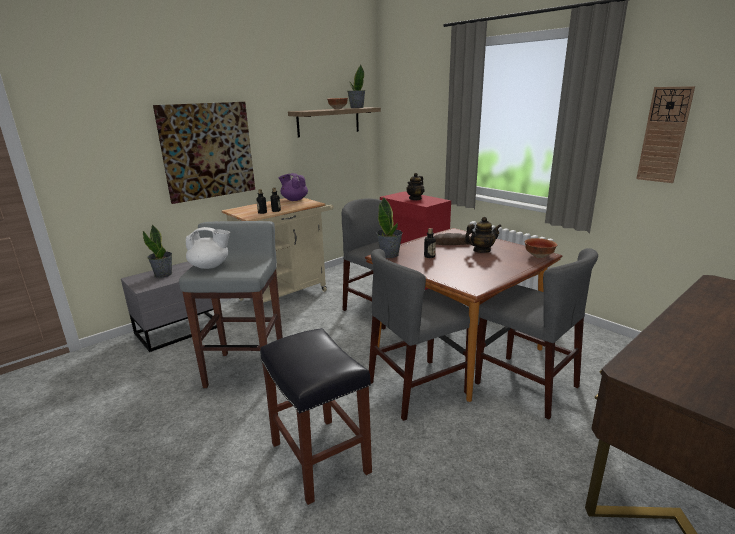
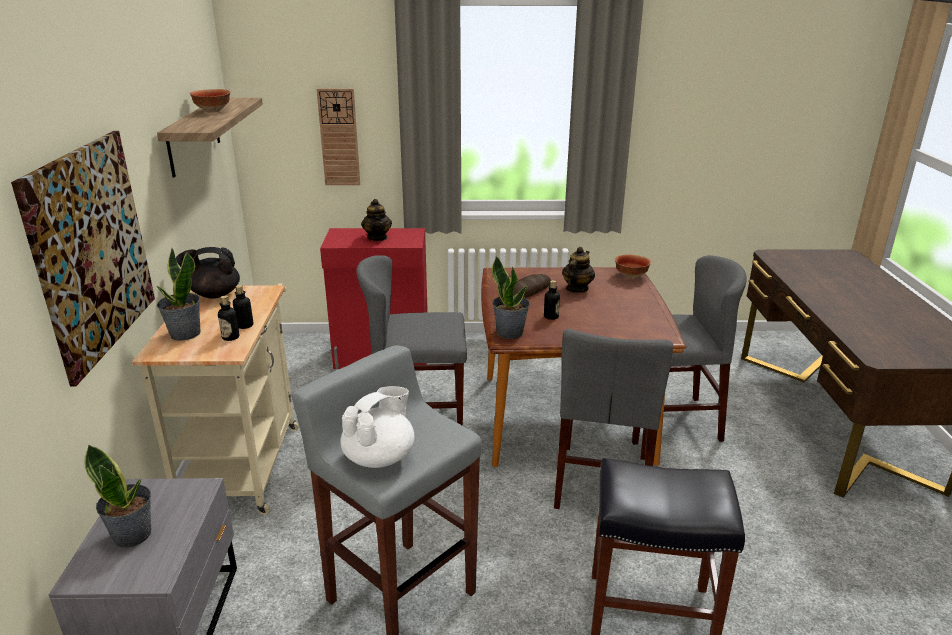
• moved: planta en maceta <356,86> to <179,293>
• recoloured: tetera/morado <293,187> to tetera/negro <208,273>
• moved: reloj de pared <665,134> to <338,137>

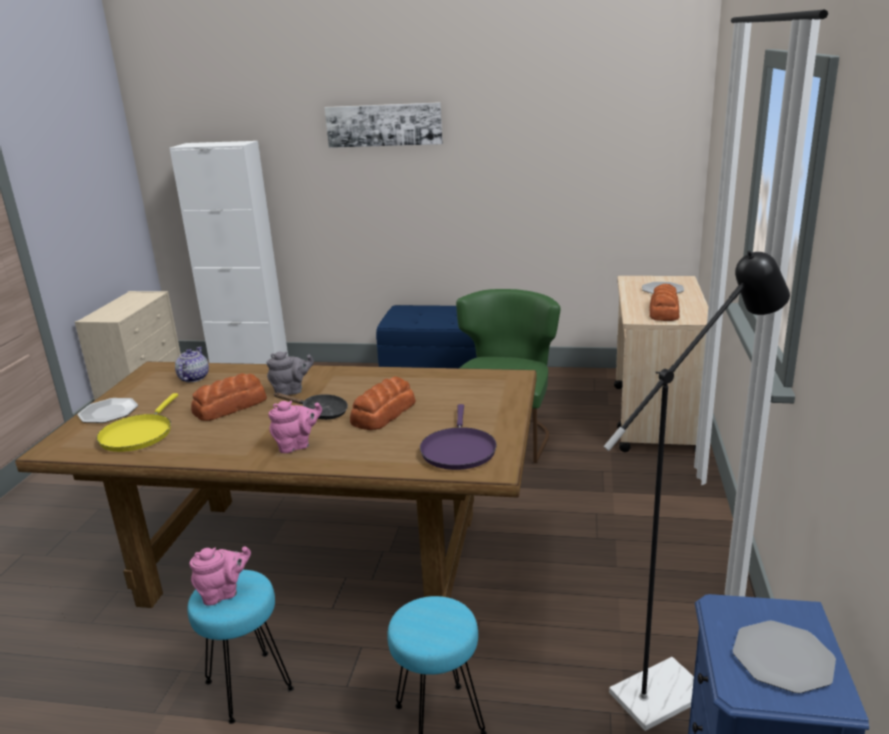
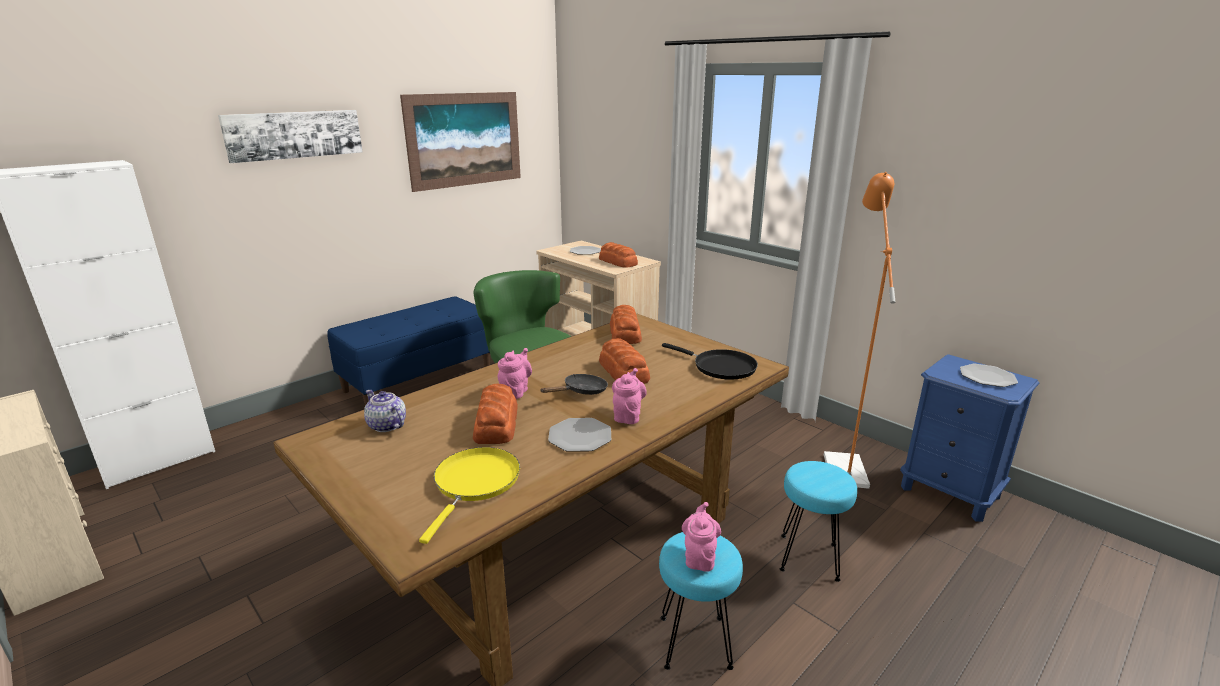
• added: cuadro <460,142>
• turned: sartén/amarillo <137,422> = <469,495> 120 degrees counterclockwise
• recoloured: tetera/gris <290,373> to tetera/rosa <515,373>
• moved: plato <107,410> to <579,435>
• added: pan <626,324>
• recoloured: sartén/morado <458,437> to sartén/negro <710,361>
• recoloured: lámpara de pie/negro <696,491> to lámpara de pie/naranja <859,330>

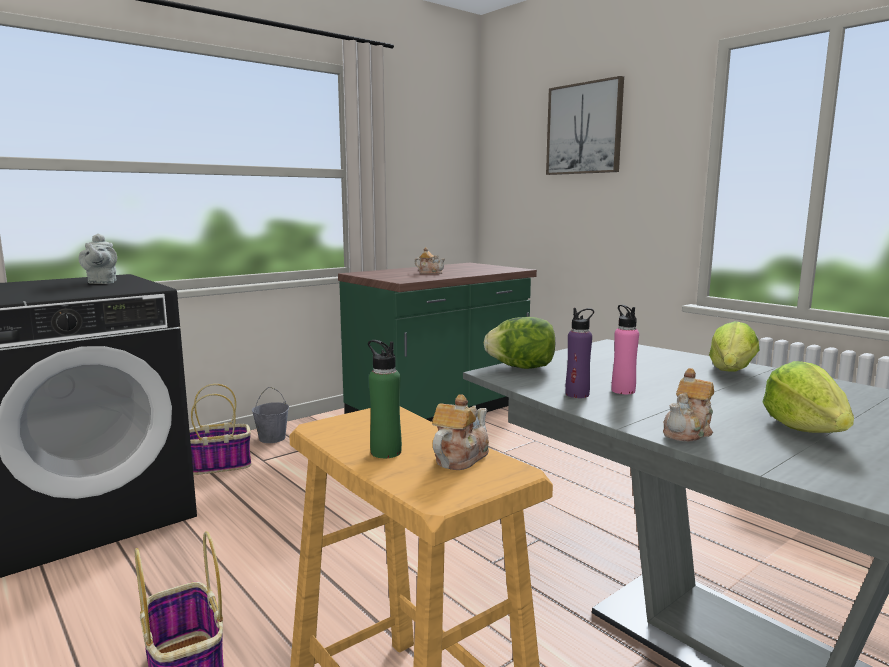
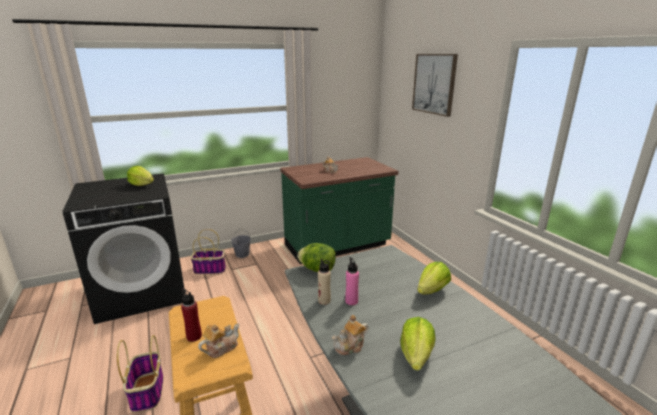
• replaced: tetera/gris <98,259> to lechuga <140,176>
• recoloured: botella/verde <385,399> to botella/rojo <191,315>
• recoloured: botella/morado <579,353> to botella/beis <324,281>

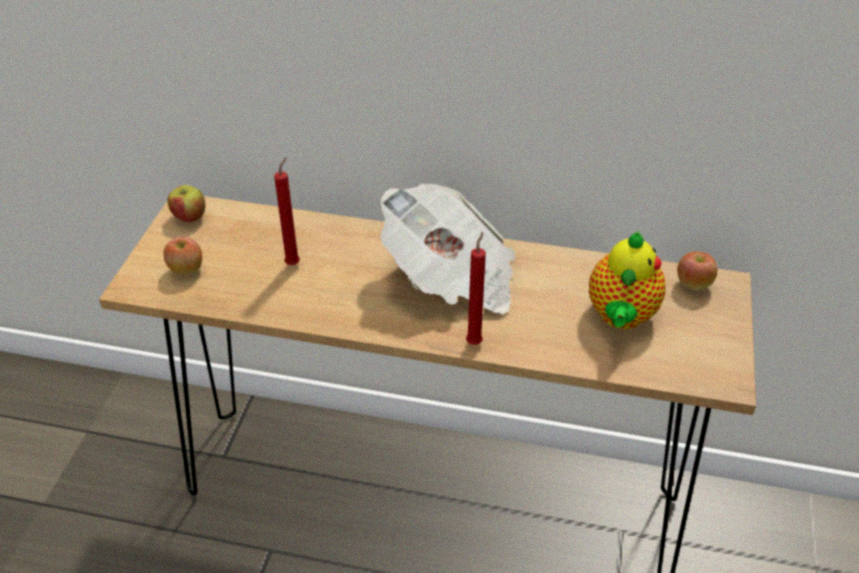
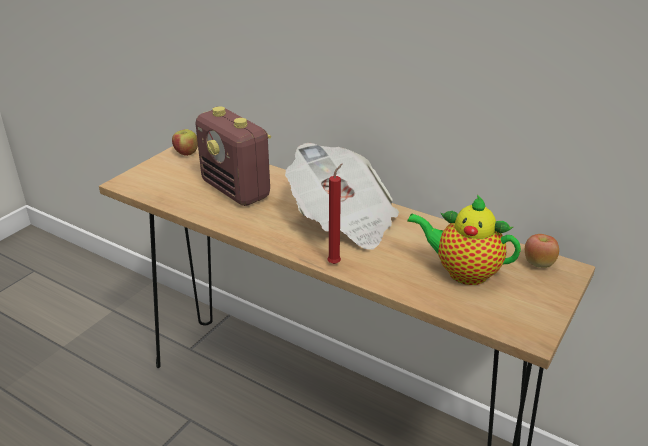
• replaced: vela/rojo <287,211> to radio <233,156>
• turned: tetera <627,279> = <464,240> 75 degrees clockwise
• removed: manzana <182,256>

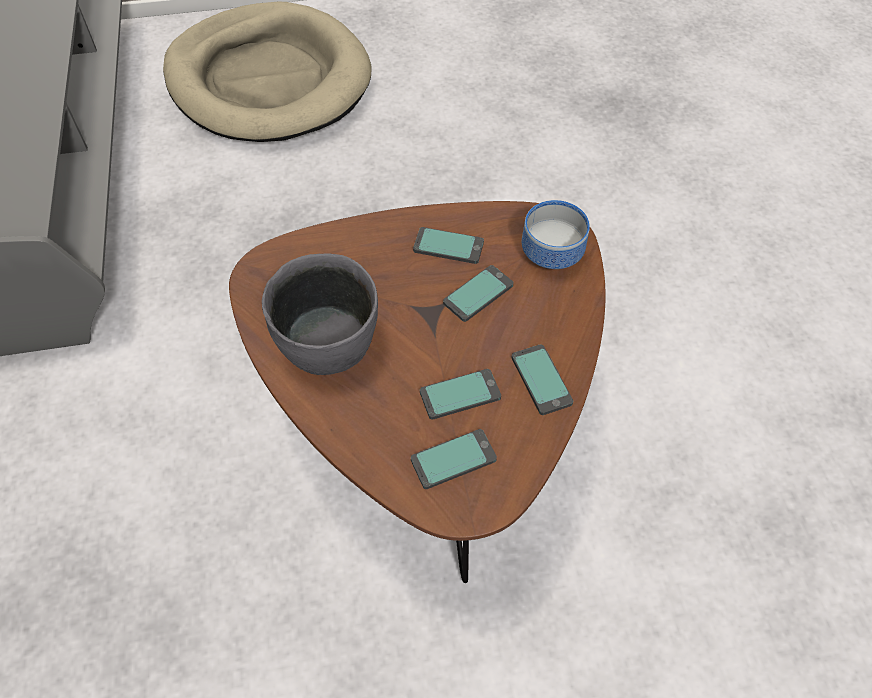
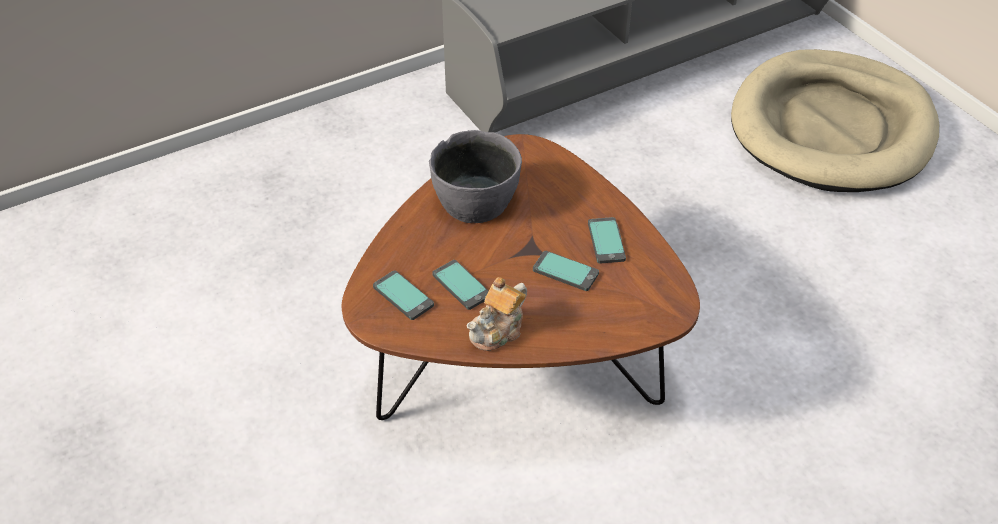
• replaced: móvil <542,379> to tetera <496,314>
• removed: cuenco <556,234>

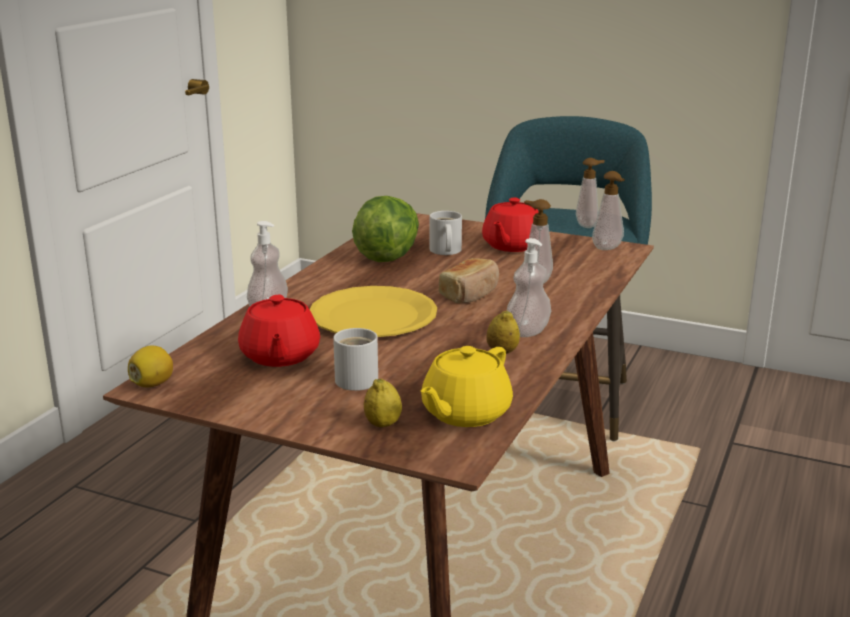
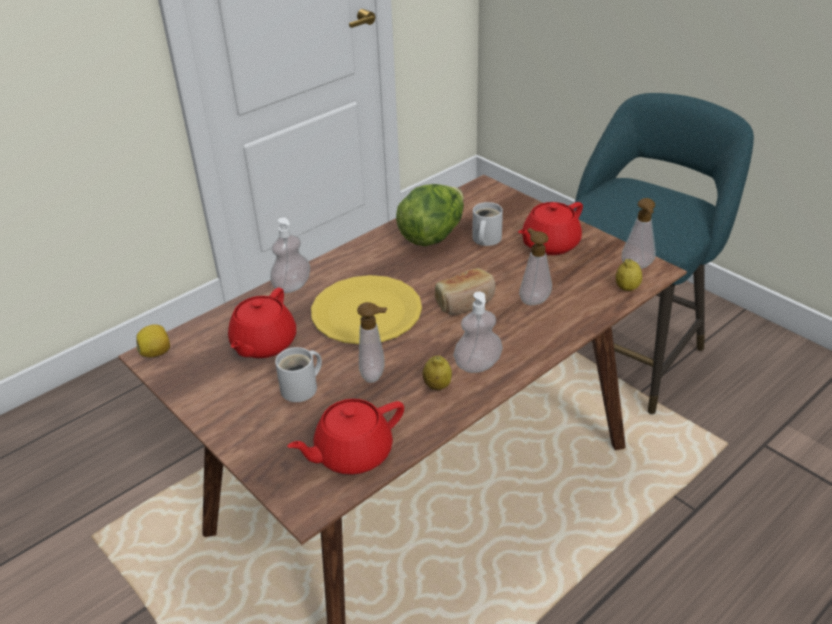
• recoloured: tetera/amarillo <466,386> to tetera/rojo <345,437>
• moved: dispensador de jabón <590,193> to <372,342>
• moved: limón <383,402> to <629,275>

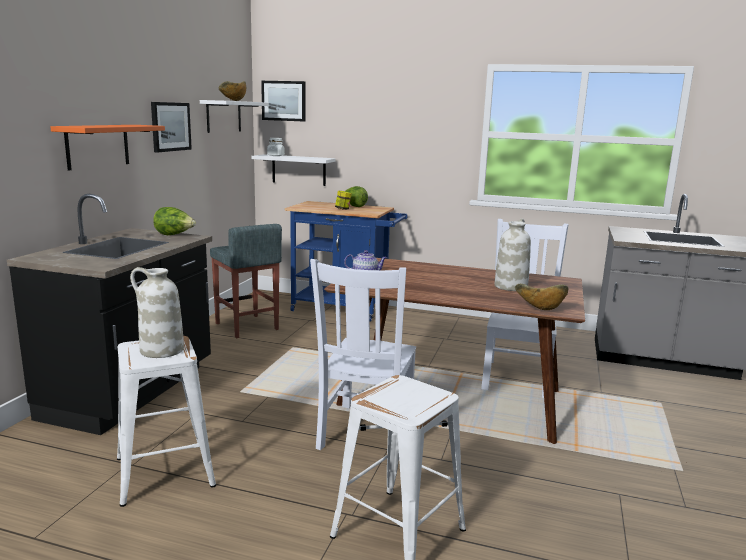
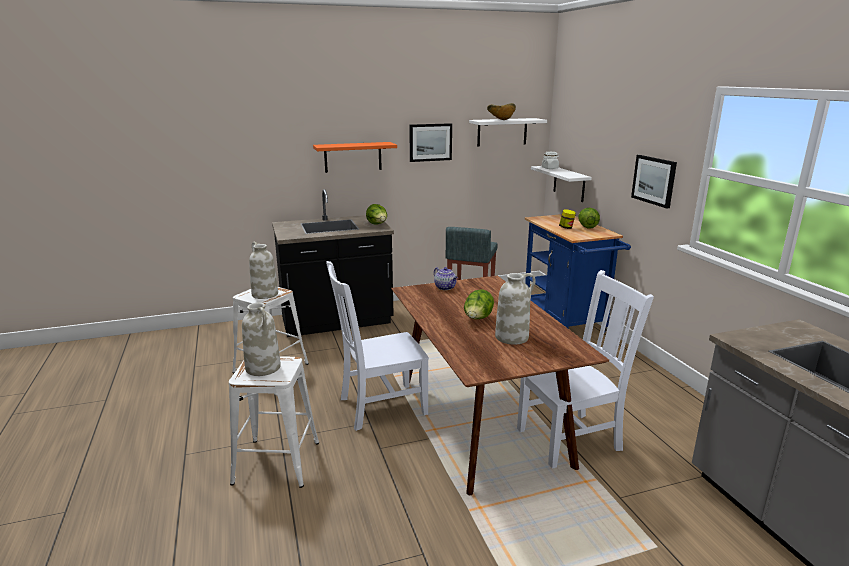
• added: florero/blanco <261,339>
• added: lechuga <479,304>
• moved: cuadro <283,101> to <654,181>
• removed: cuenco <541,297>

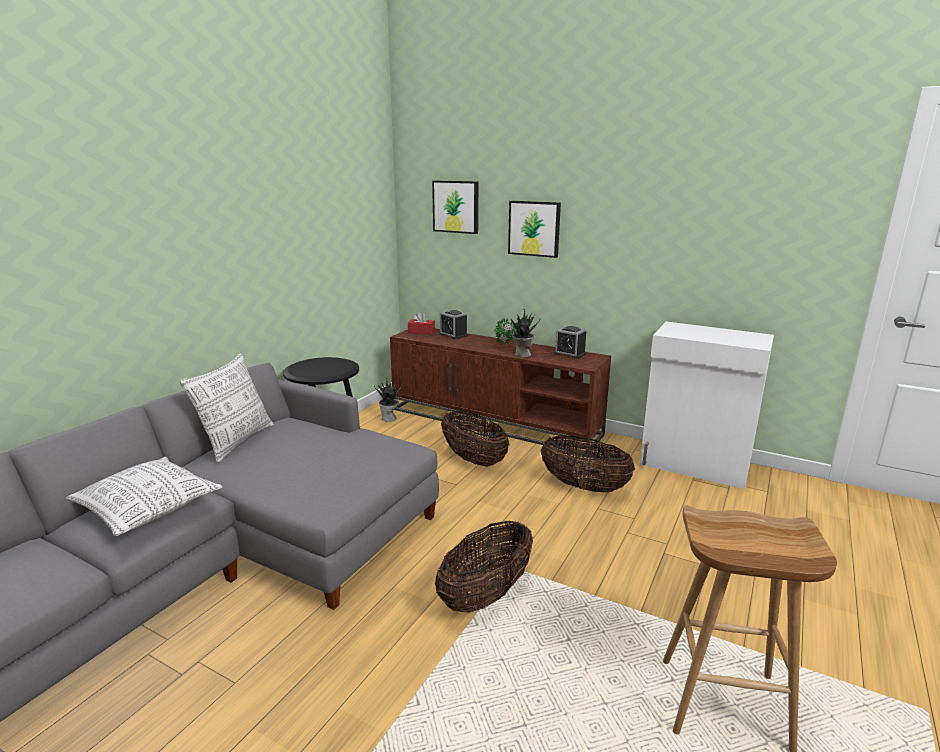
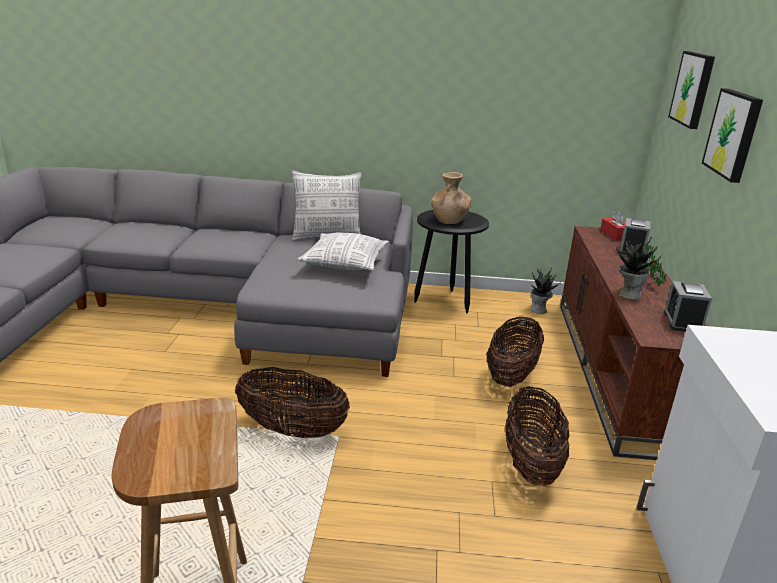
• moved: cojín <144,496> to <343,251>
• added: florero/marrón <451,198>

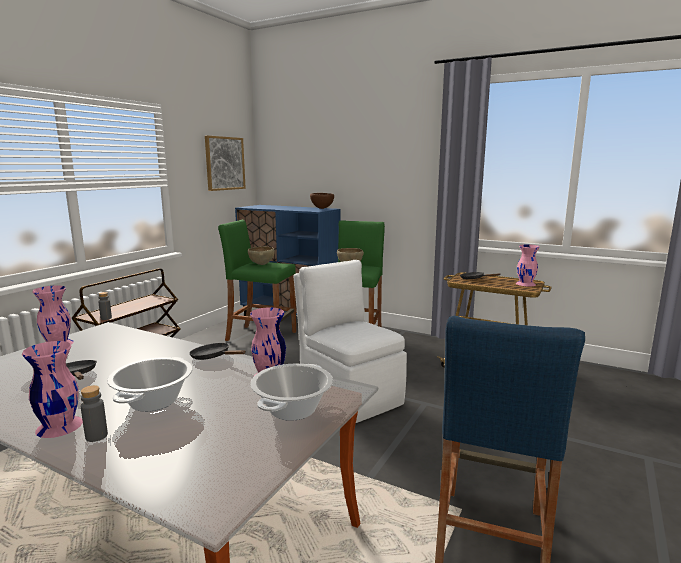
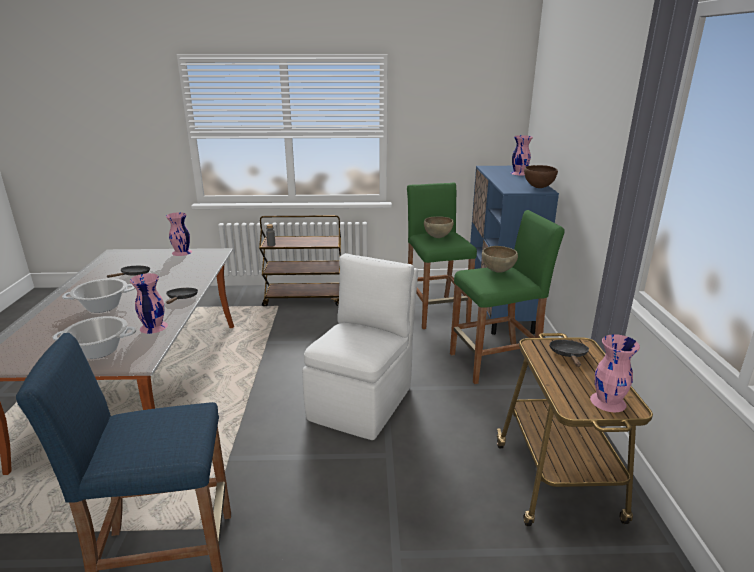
• moved: florero/rosa <52,389> to <522,155>
• removed: botella/gris <94,413>
• removed: cuadro <225,163>

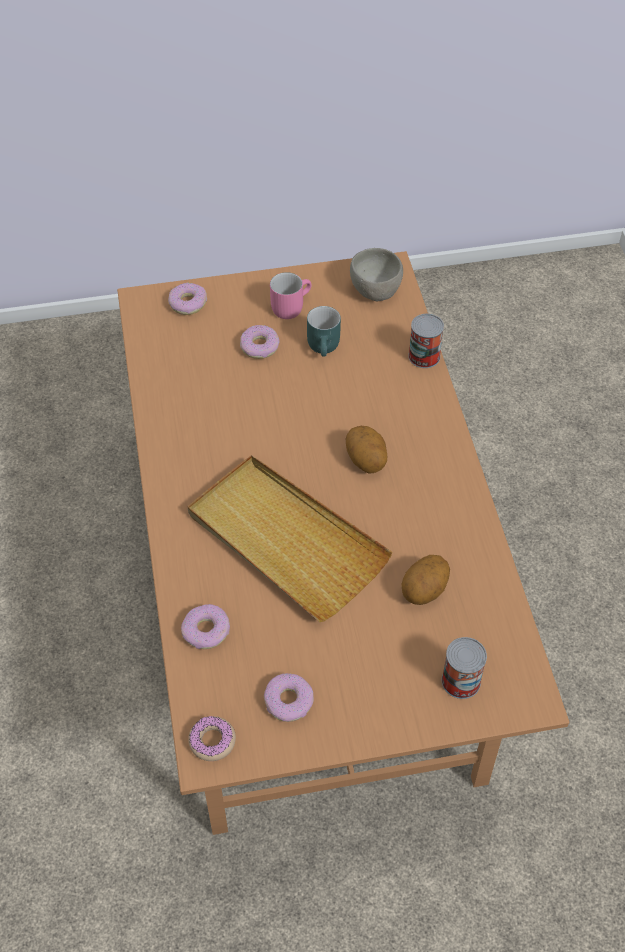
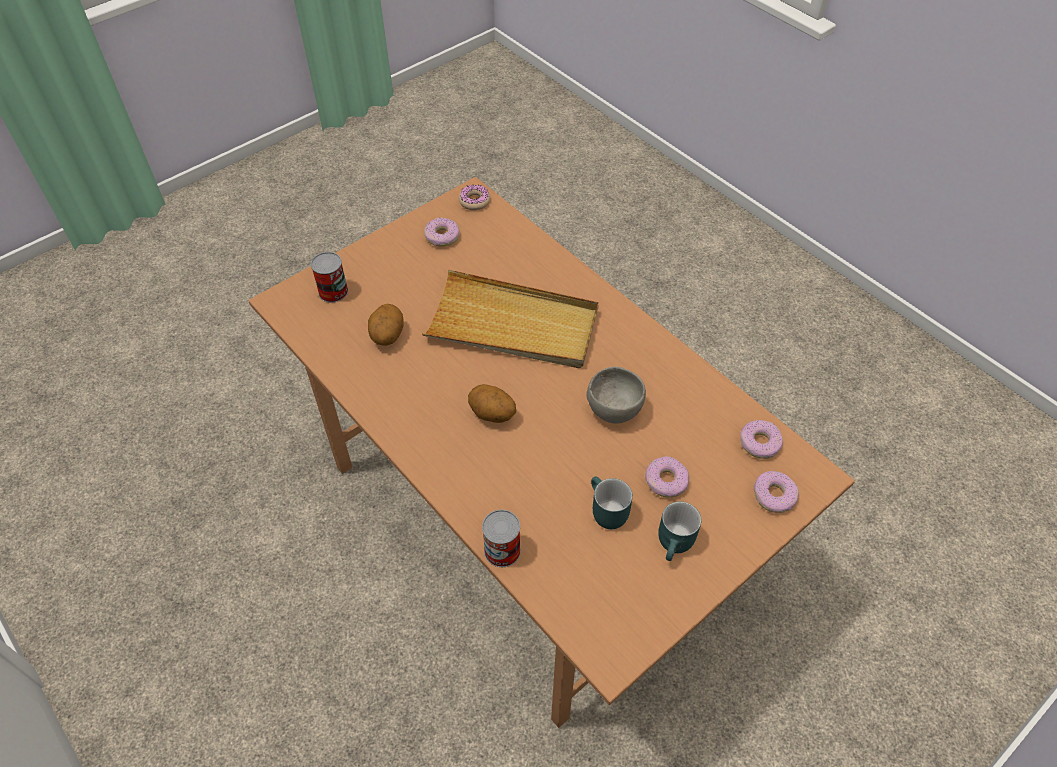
• moved: cuenco/gris <376,274> to <616,395>
• recoloured: taza grande/rosa <290,295> to taza grande/turquesa <679,531>
• moved: rosquilla <205,626> to <761,439>

